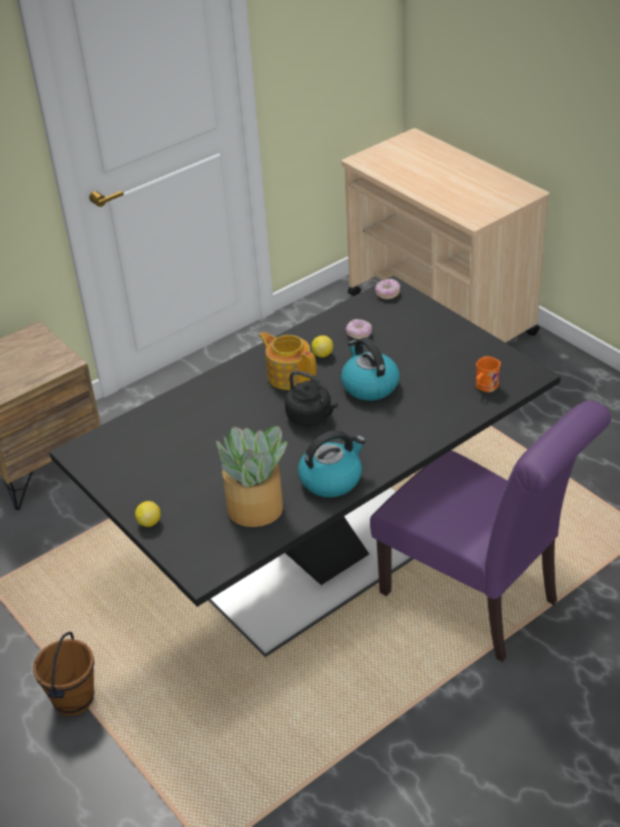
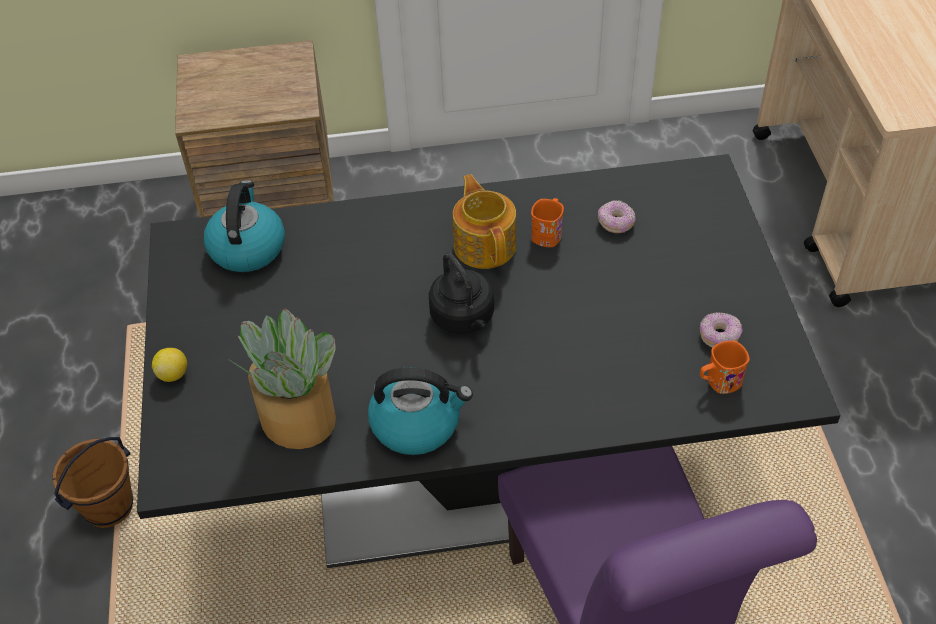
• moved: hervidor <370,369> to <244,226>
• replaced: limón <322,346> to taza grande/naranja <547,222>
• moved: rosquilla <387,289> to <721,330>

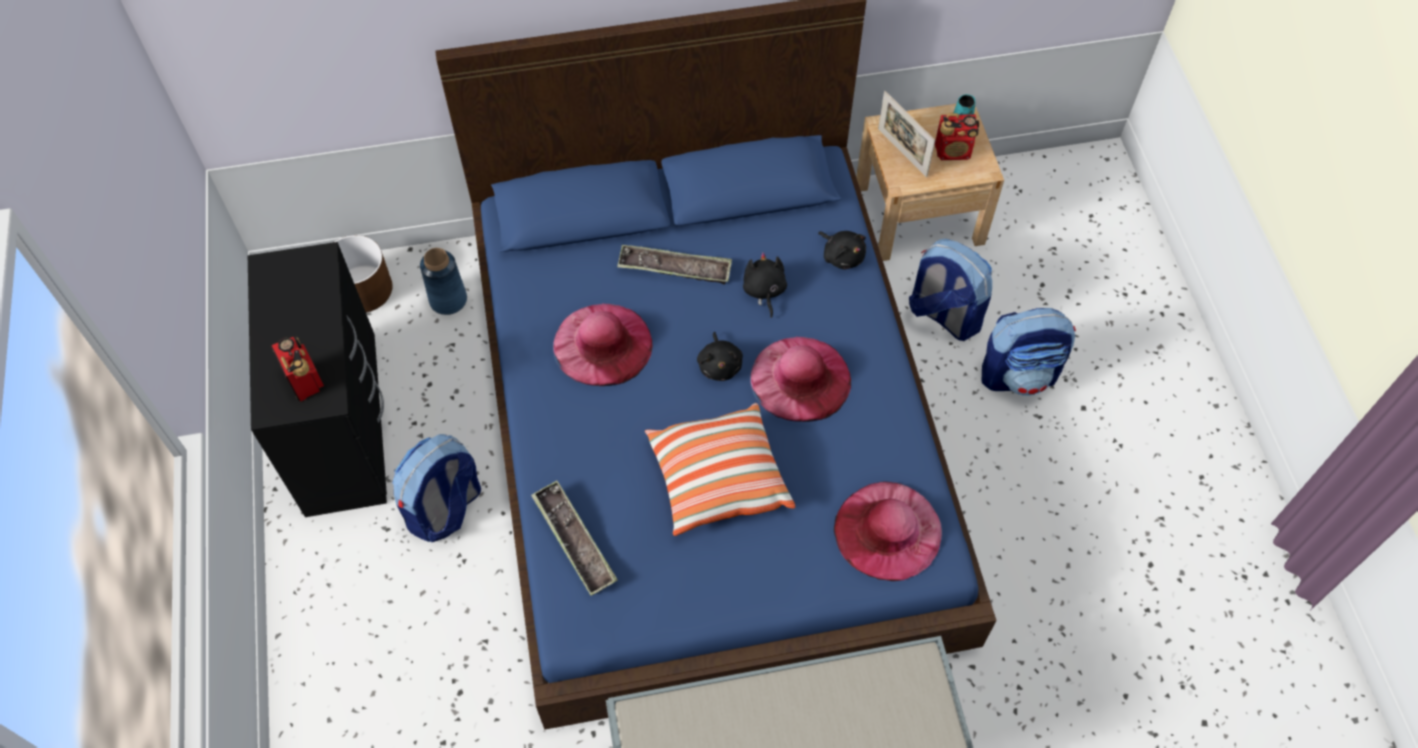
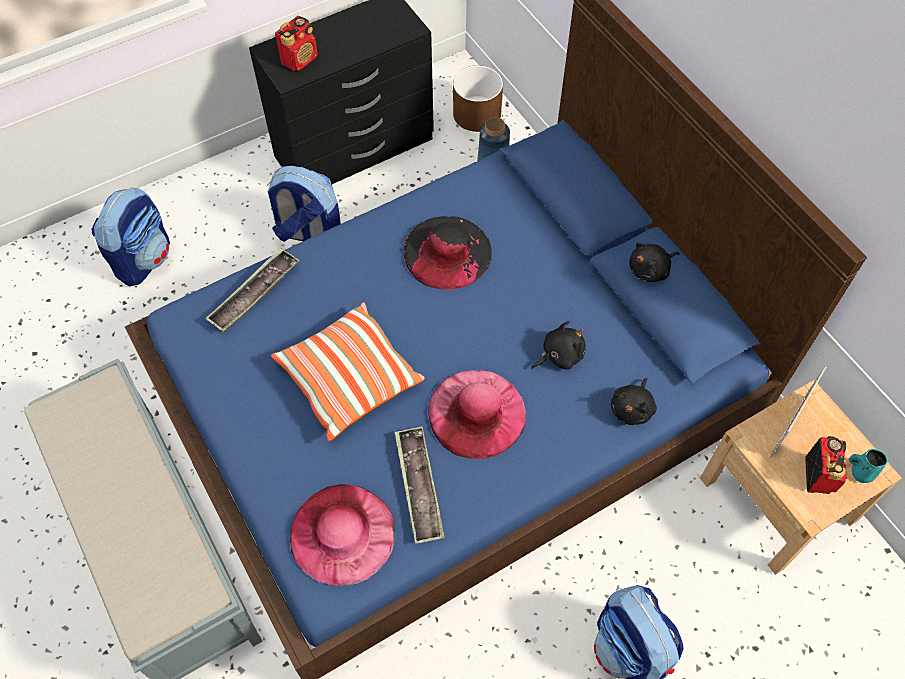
• moved: mochila <950,290> to <130,236>
• moved: bandeja <674,265> to <420,485>
• recoloured: sombrero/rosa <602,344> to sombrero/negro <447,253>
• moved: peluche/negro <720,356> to <654,262>
• turned: radio <957,136> = <825,465> 150 degrees counterclockwise

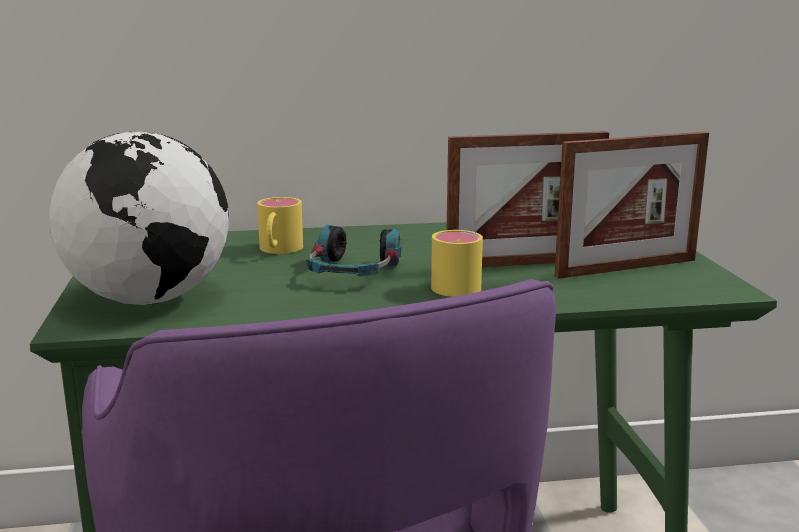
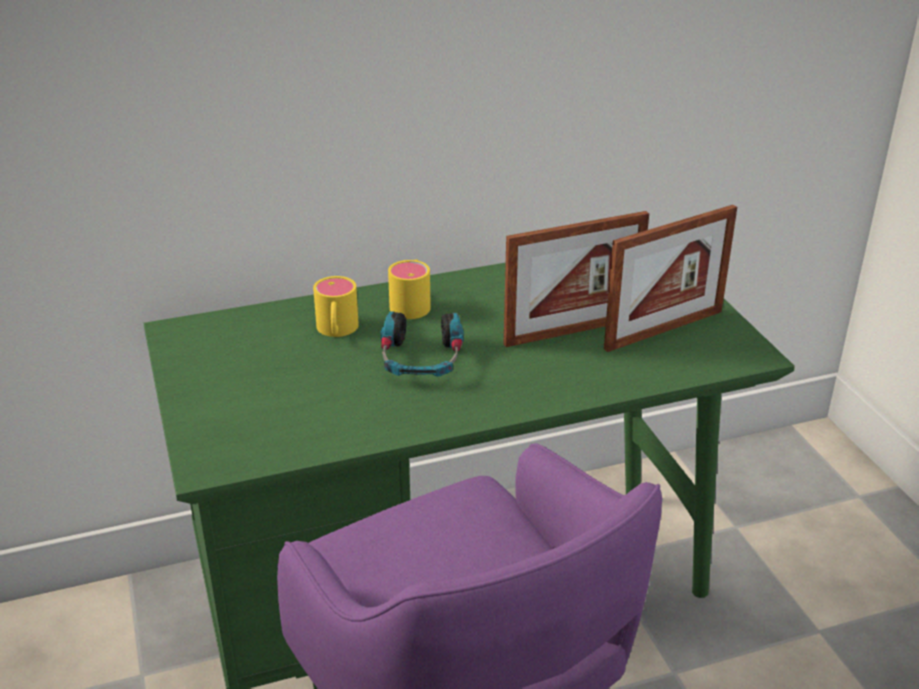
• moved: taza grande/amarillo <457,263> to <409,289>
• removed: globo terráqueo <139,218>

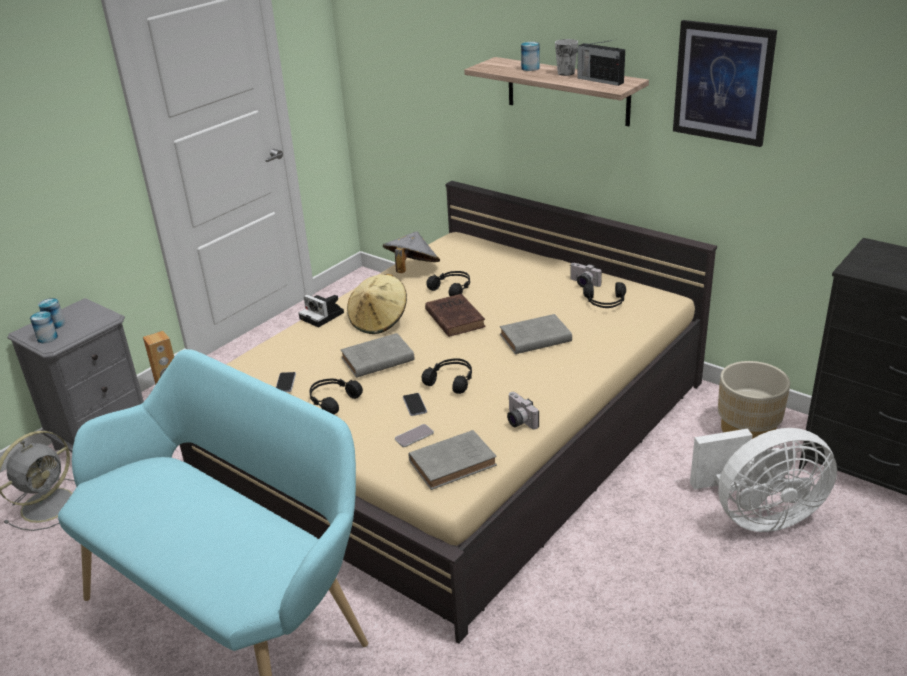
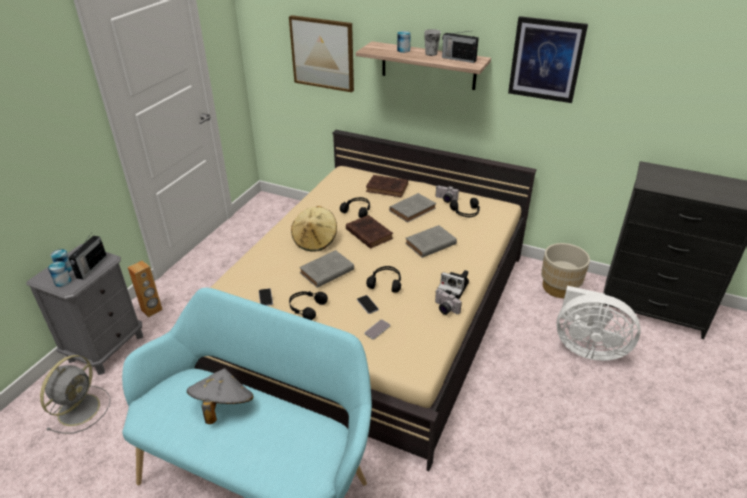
• added: radio <87,257>
• moved: sombrero/gris <411,252> to <220,396>
• added: cuadro <321,53>
• added: libro/marrón <387,186>
• moved: libro/gris <452,460> to <412,207>
• moved: cámara <321,310> to <453,284>
• turned: ventilador/blanco <763,480> = <598,323> 45 degrees clockwise

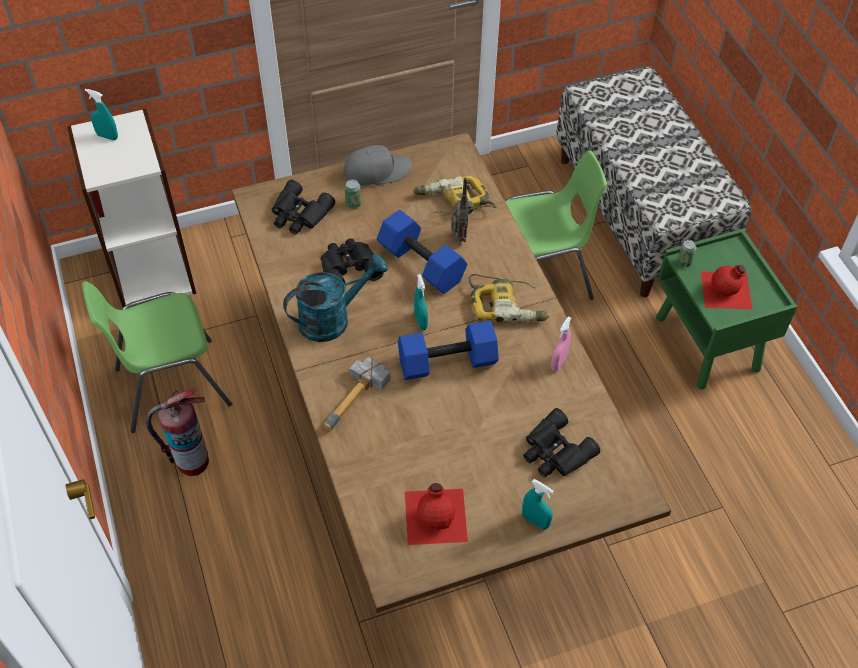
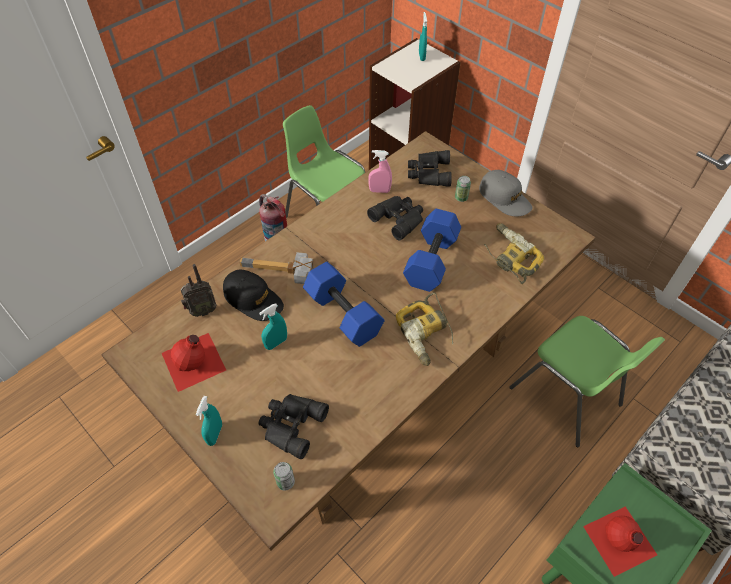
• moved: radio <460,210> to <198,290>
• added: gorra/negro <253,295>
• moved: pulverizador/turquesa <421,302> to <273,326>
• moved: lata <686,253> to <284,476>
• moved: pulverizador/rosa <561,343> to <380,171>
• removed: regadera/turquesa <335,298>

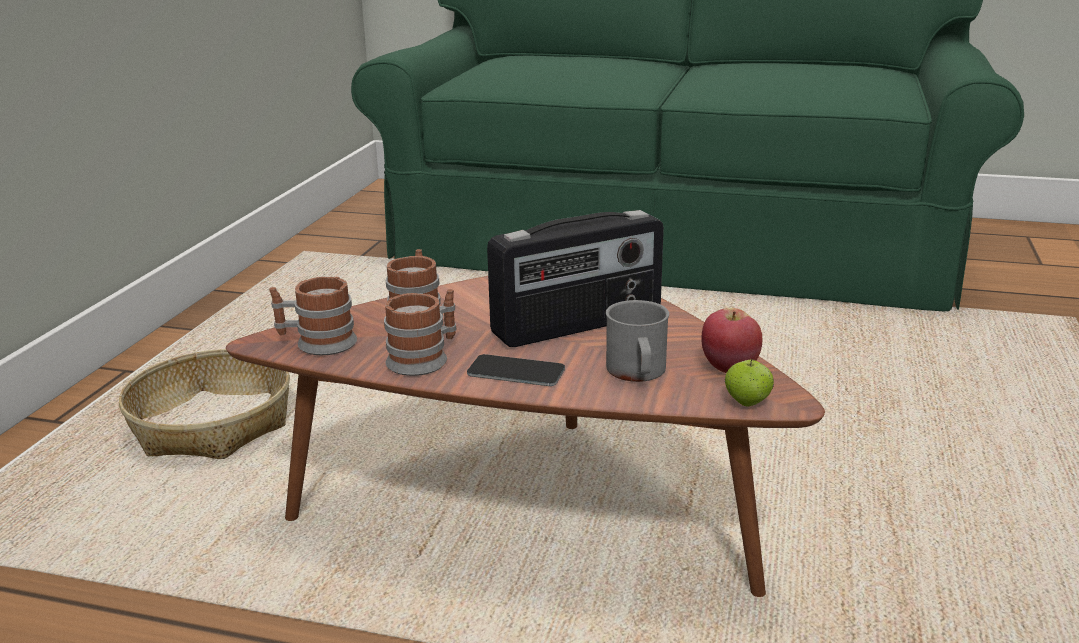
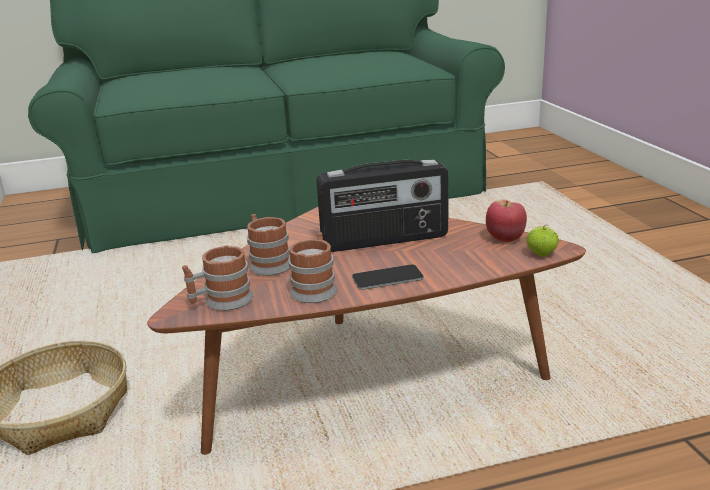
• turned: radio <575,278> = <383,206> 45 degrees clockwise
• removed: taza grande/gris <637,341>

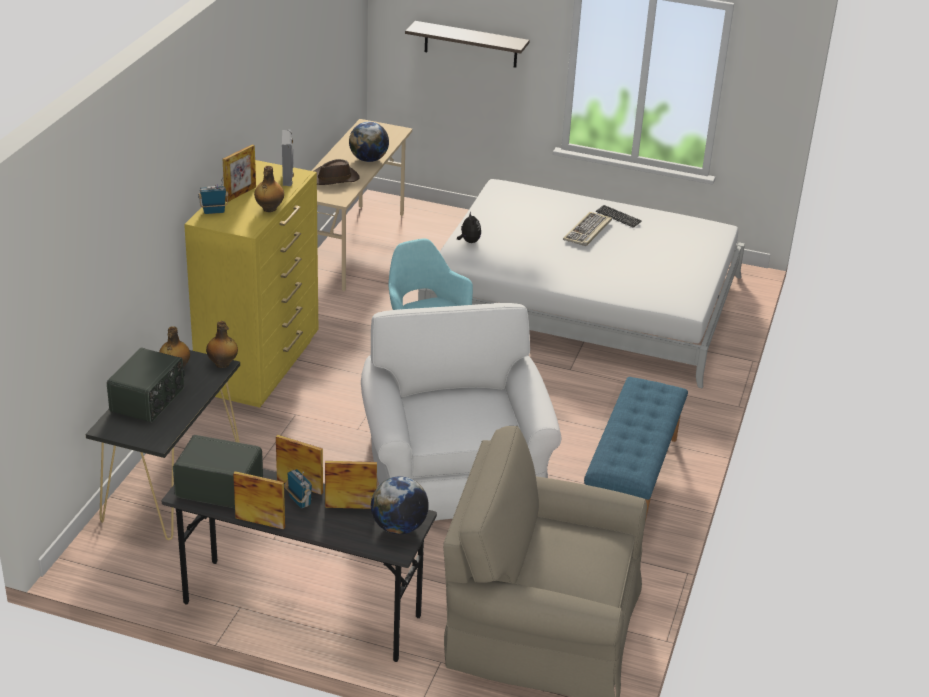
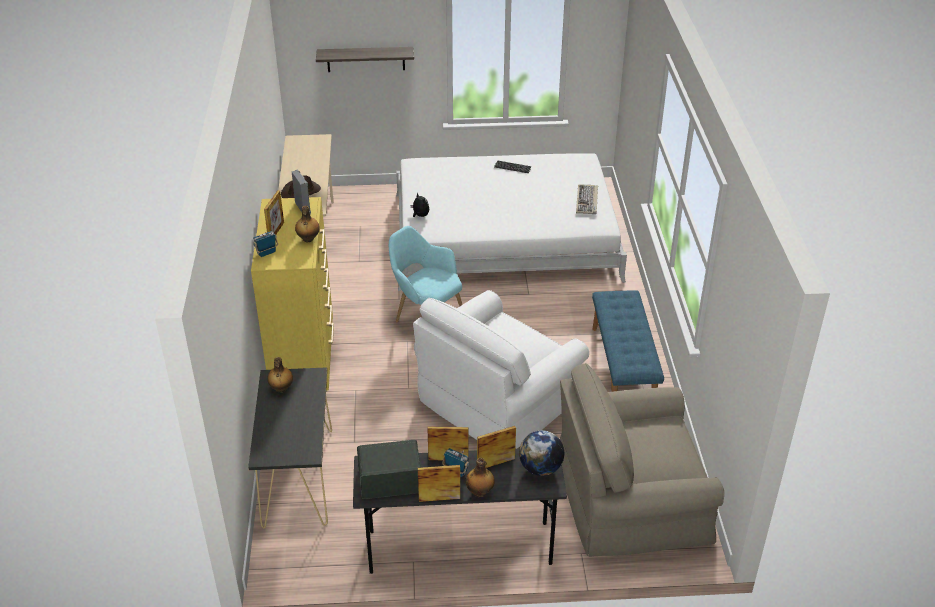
• turned: sillón/blanco <461,412> = <501,369> 105 degrees counterclockwise
• moved: botella <222,344> to <480,477>
• moved: teclado <587,229> to <587,199>
• removed: radio <146,385>
• removed: globo terráqueo <369,142>

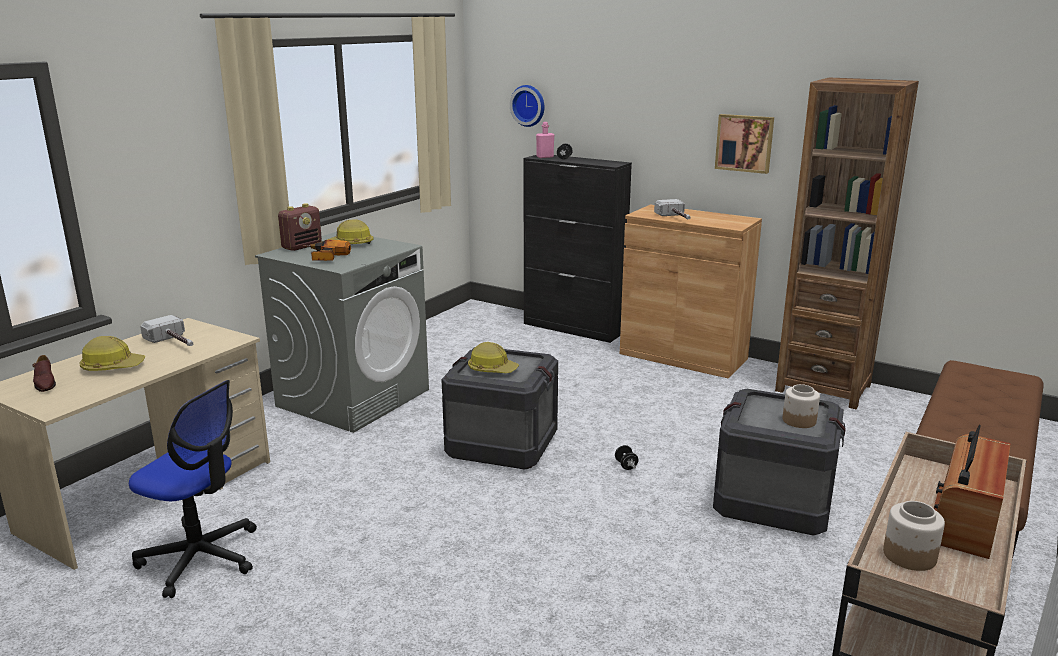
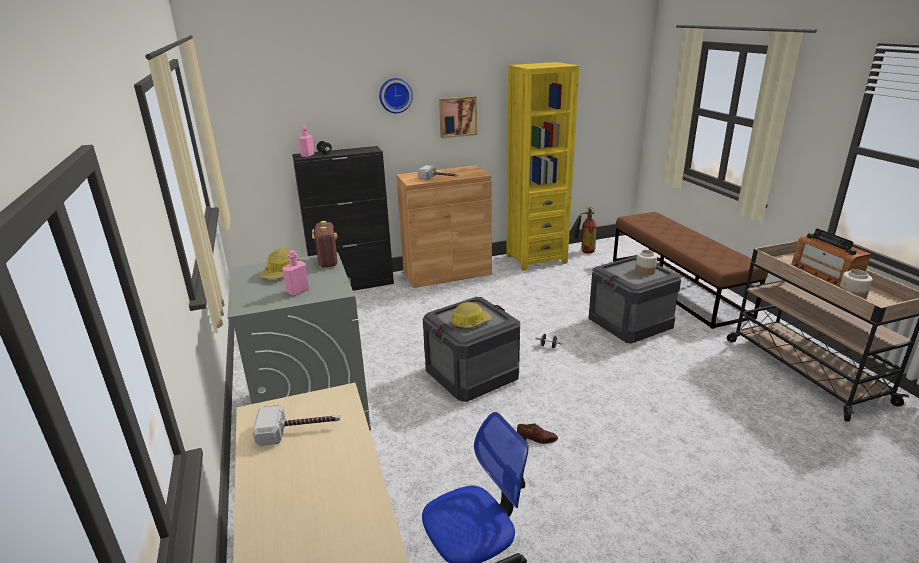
• replaced: taladro <327,250> to botella/rosa <295,273>
• moved: radio <300,227> to <325,244>
• moved: reloj de pared <527,106> to <396,95>
• recoloured: estantería/marrón <847,243> to estantería/amarillo <542,166>
• moved: zapato/marrón <44,373> to <537,433>
• added: extintor <582,230>
• removed: casco <112,353>

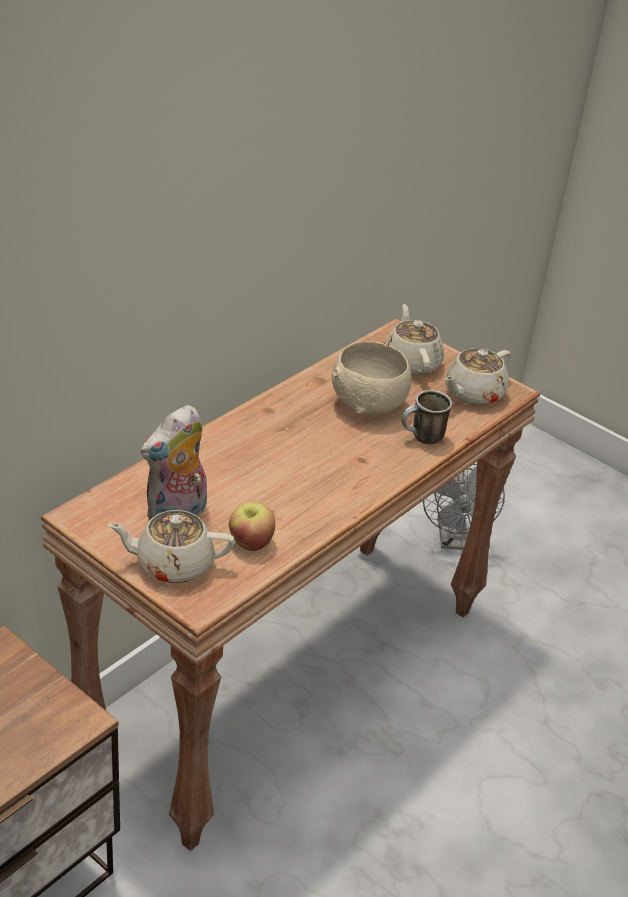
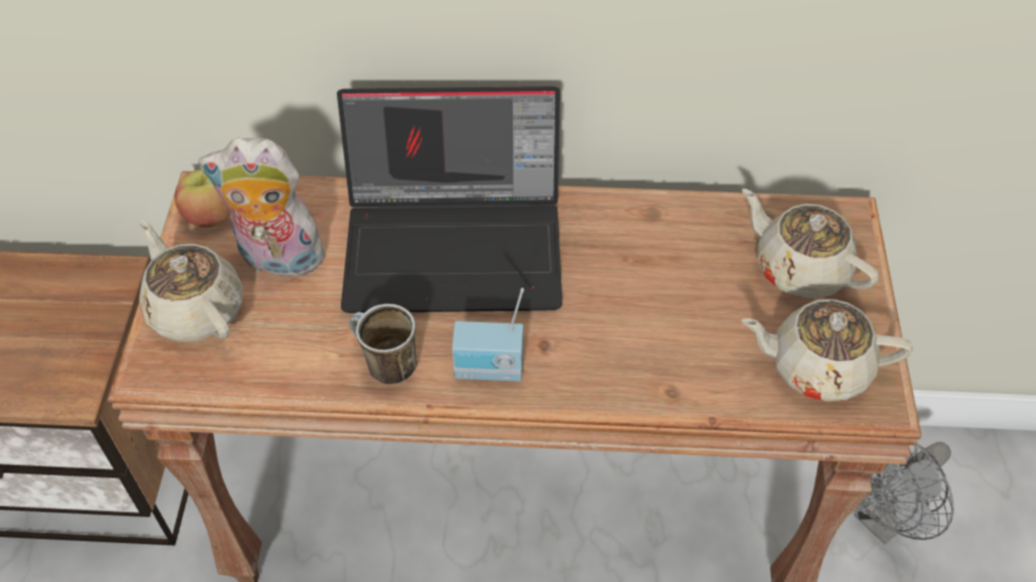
• moved: manzana <252,526> to <202,198>
• added: portátil <449,199>
• moved: taza grande <427,417> to <383,344>
• added: radio <488,334>
• turned: tetera/beis <414,340> = <810,244> 90 degrees counterclockwise
• removed: cuenco/beis <372,378>

